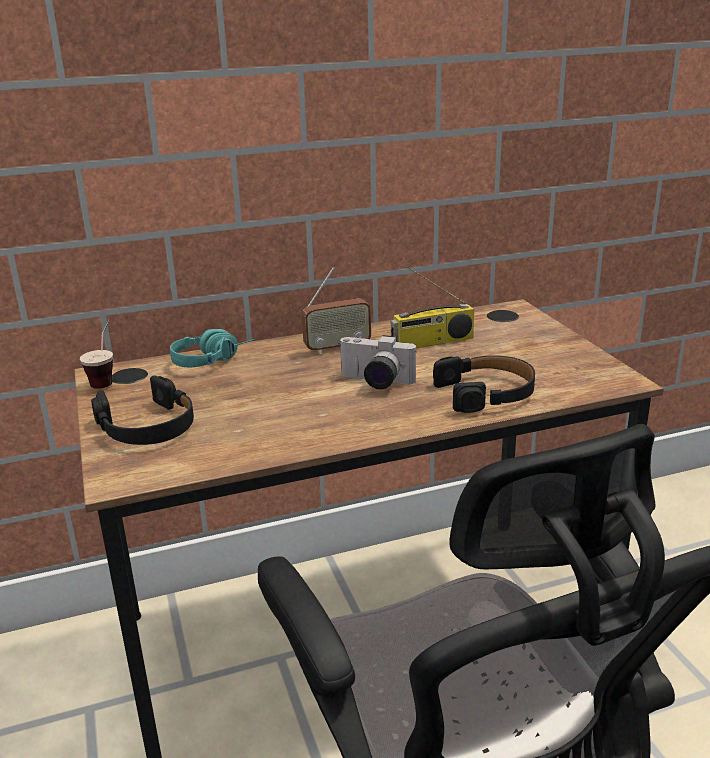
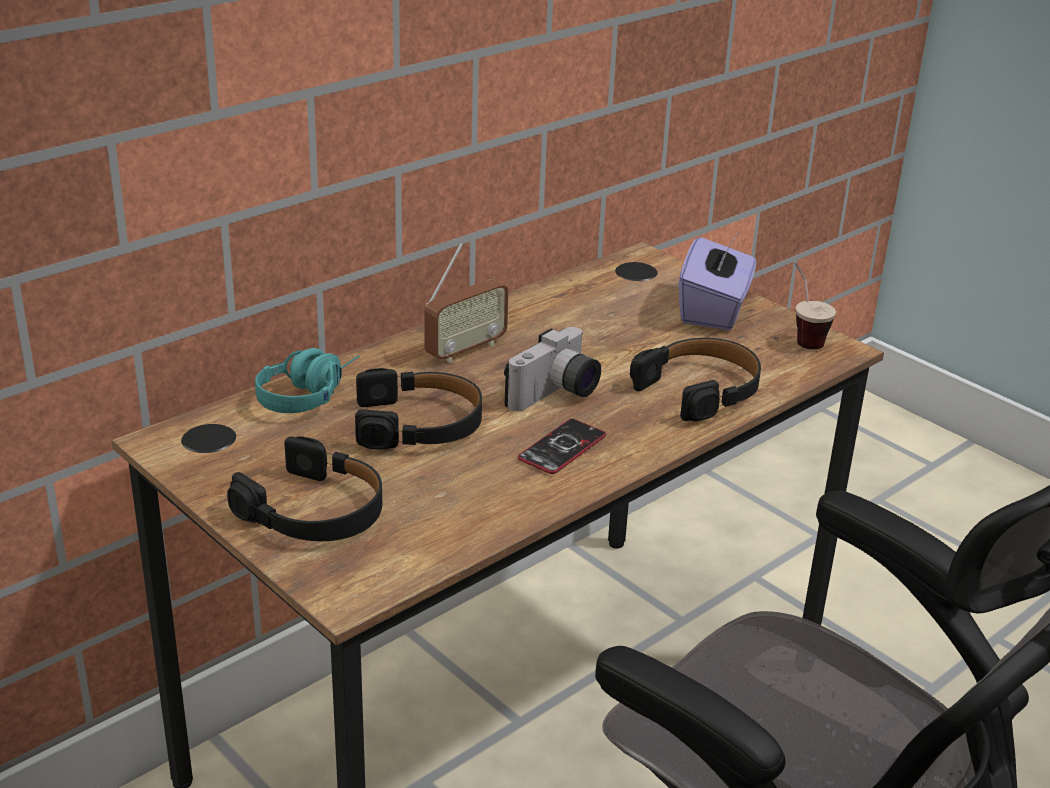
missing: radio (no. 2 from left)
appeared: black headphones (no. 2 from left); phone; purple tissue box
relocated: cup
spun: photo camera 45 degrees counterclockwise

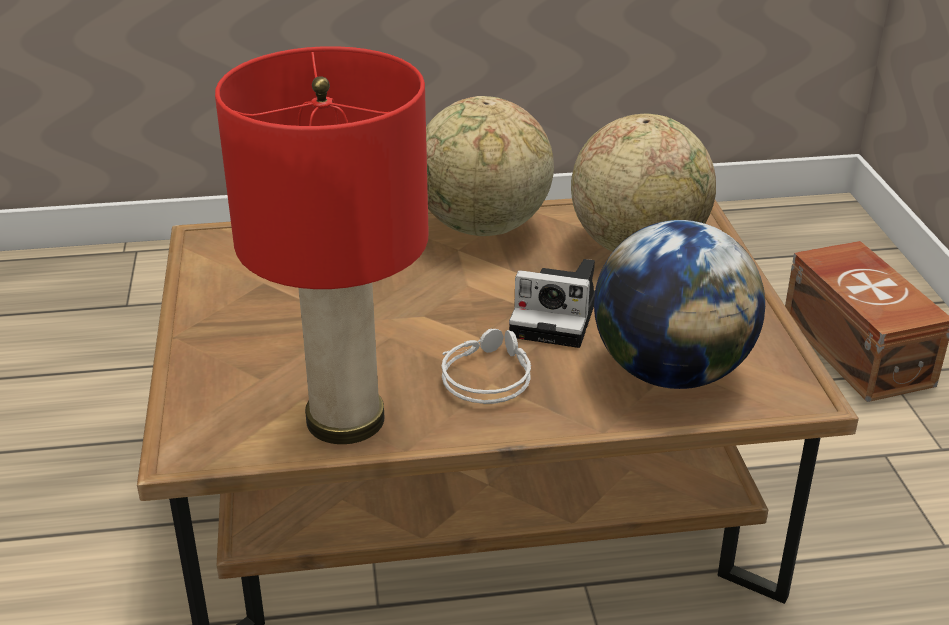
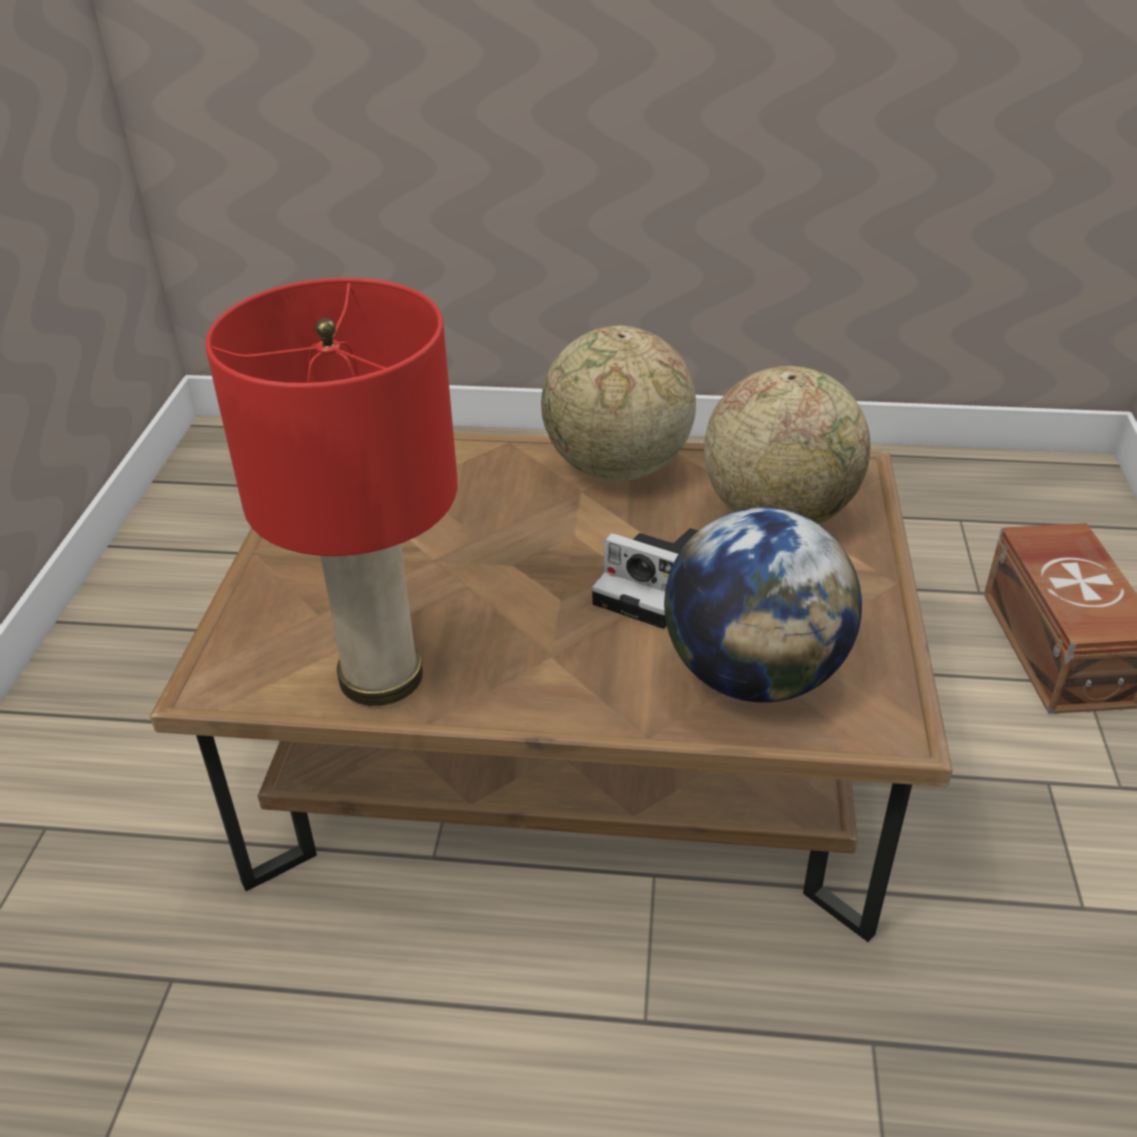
missing: grey headphones

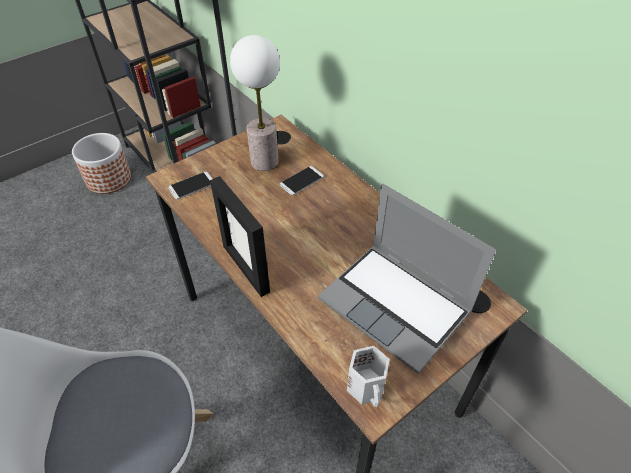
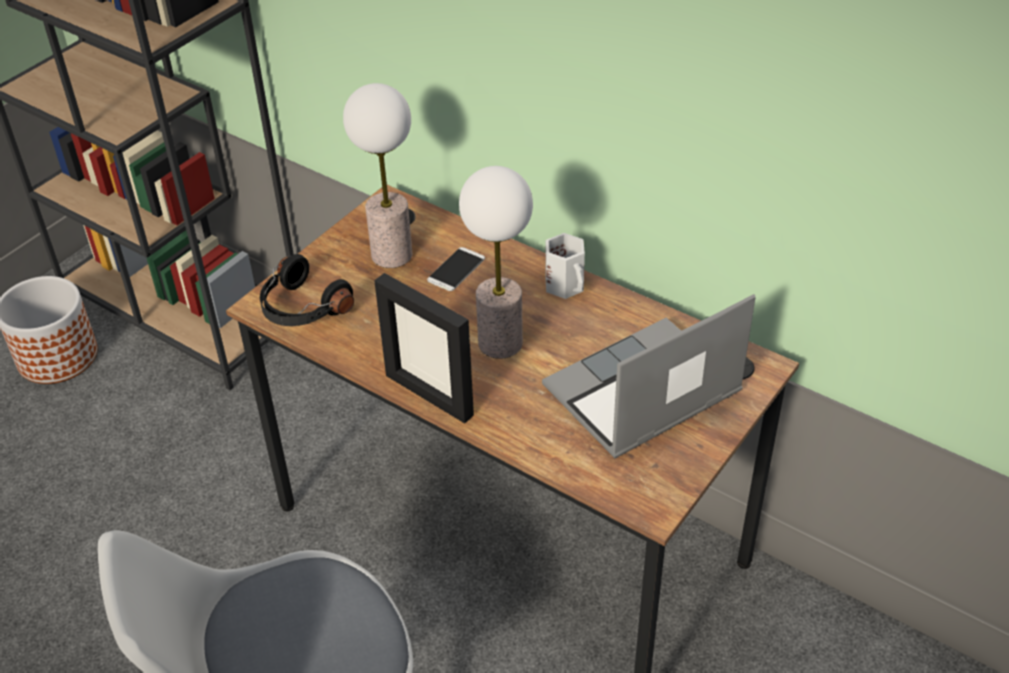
appeared: table lamp (no. 2 from left)
relocated: white mug
exchanged: phone (no. 1 from left) to black headphones
spun: laptop 120 degrees clockwise

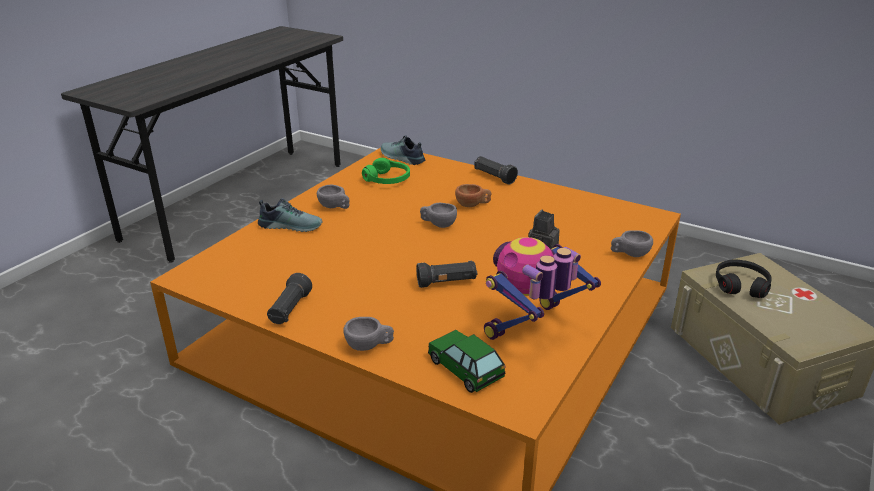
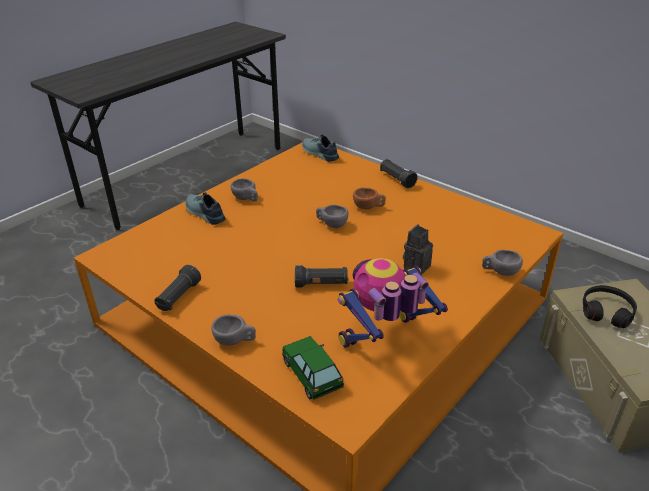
missing: green headphones
spun: shoe (no. 1 from left) 150 degrees counterclockwise

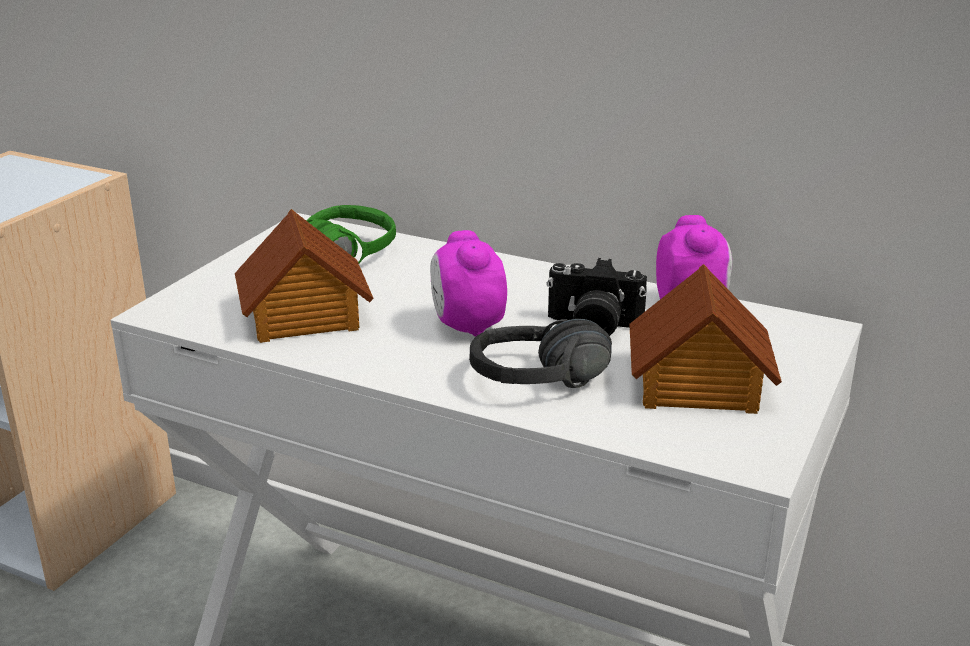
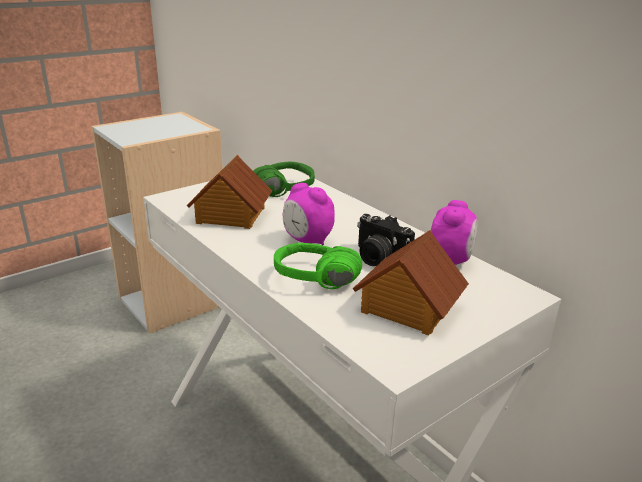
colour: black headphones to green headphones (no. 2 from left)
spun: alarm clock (no. 1 from left) 60 degrees counterclockwise

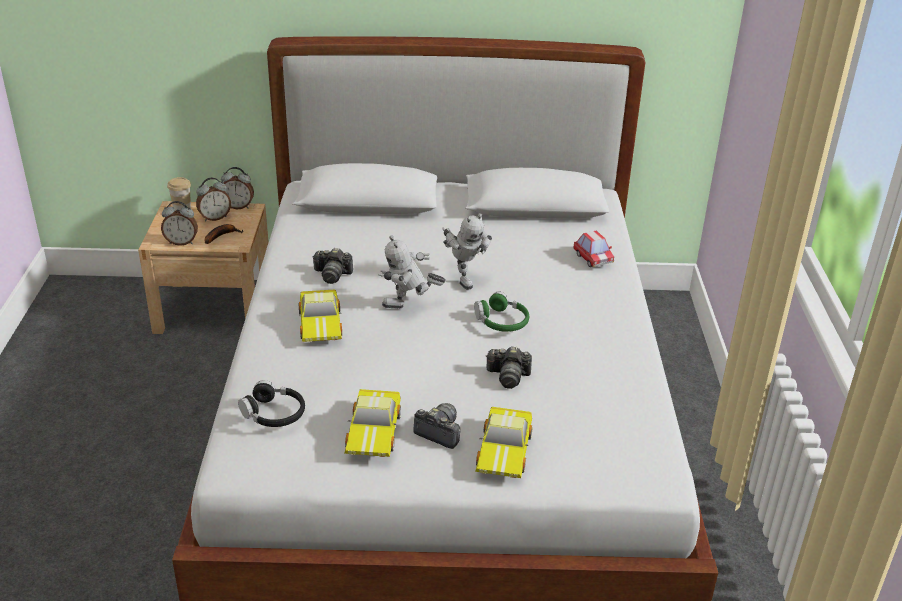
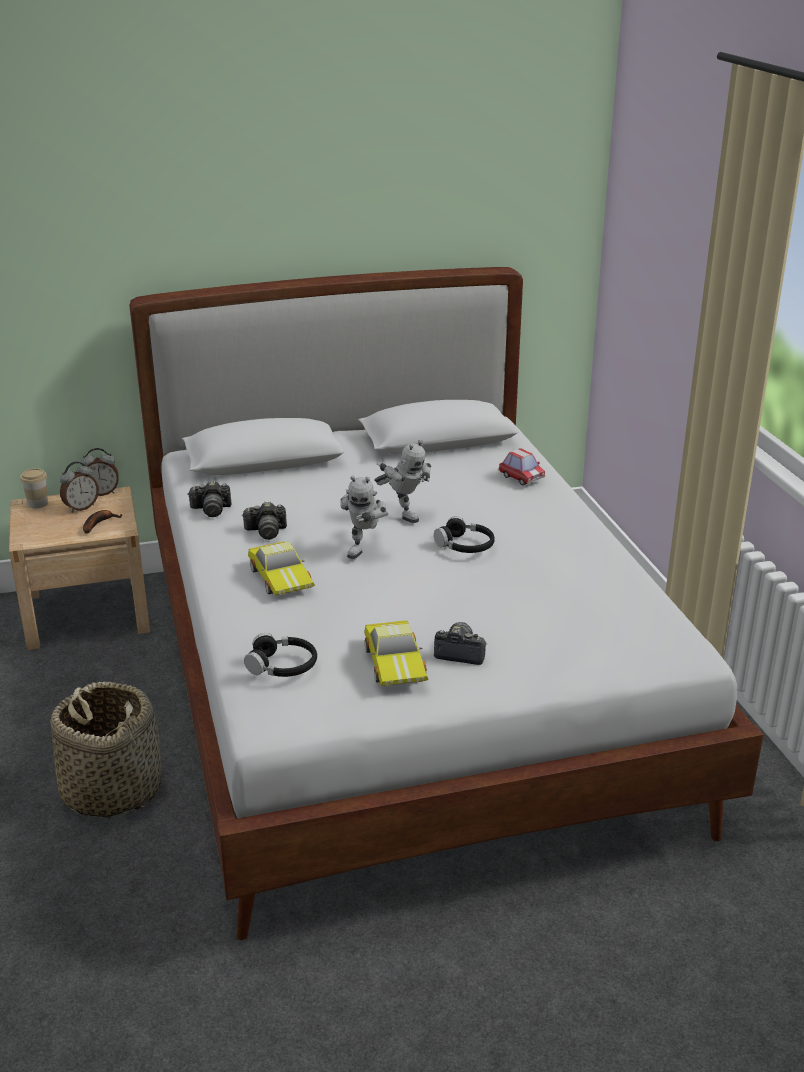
missing: alarm clock (no. 1 from left); toy car (no. 3 from left)
appeared: basket
relocated: photo camera (no. 3 from left in the first image) to photo camera (no. 1 from left)
colour: green headphones to black headphones (no. 2 from left)
spun: toy robot (no. 1 from left) 45 degrees counterclockwise

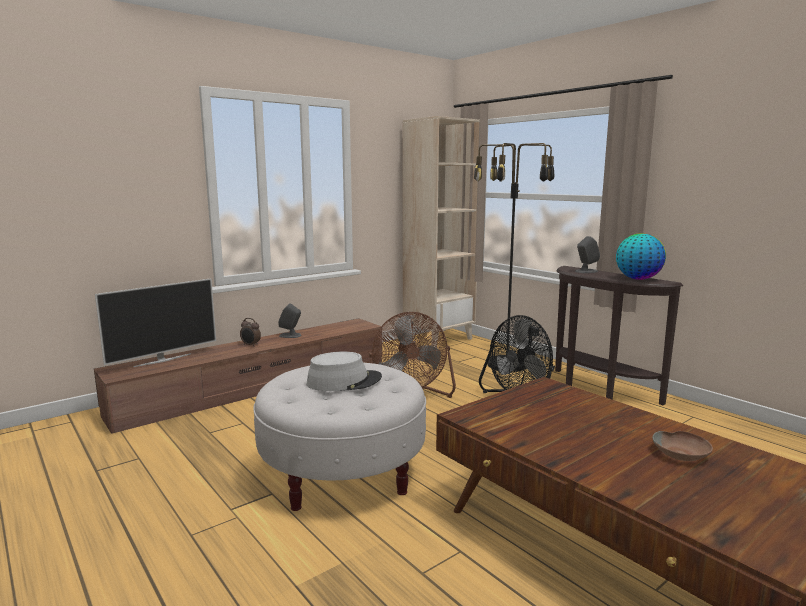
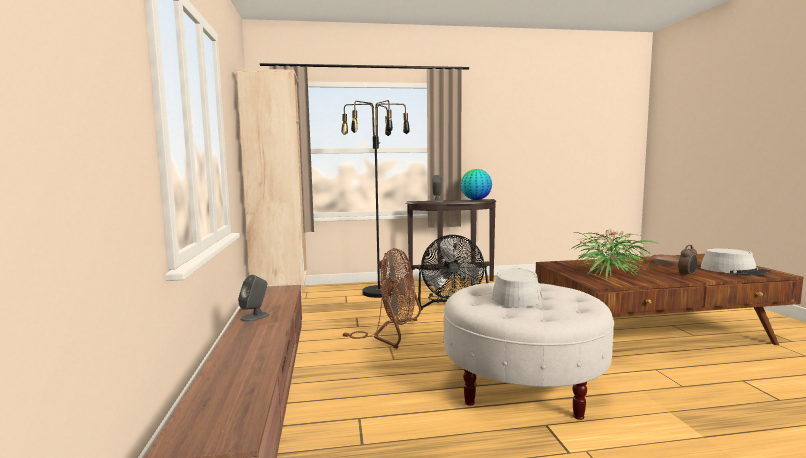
missing: television
appeared: potted plant; grey hat (no. 2 from left)
relocated: alarm clock

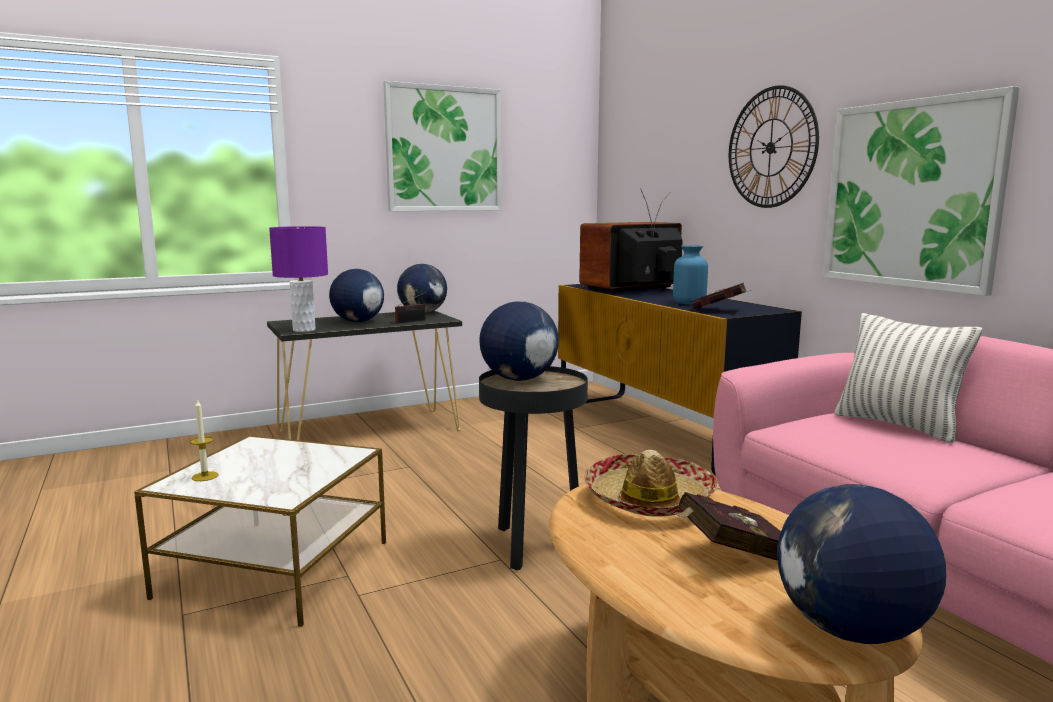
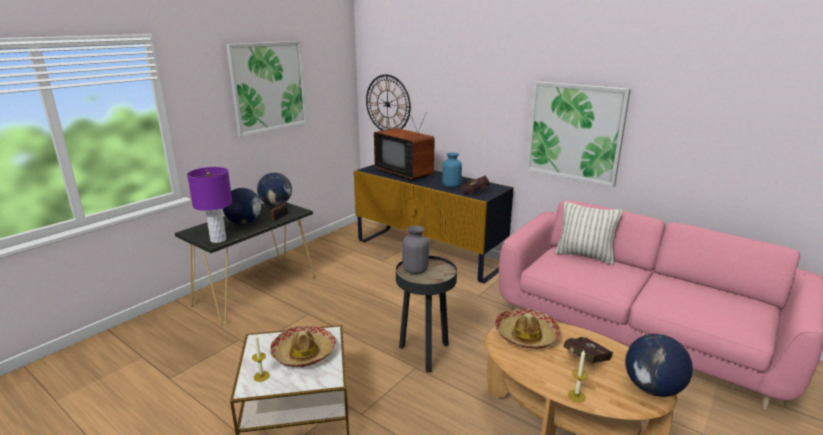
appeared: hat (no. 1 from left); candle (no. 2 from left)
relocated: wall clock
exchanged: globe (no. 3 from left) to grey vase
spun: television 75 degrees counterclockwise

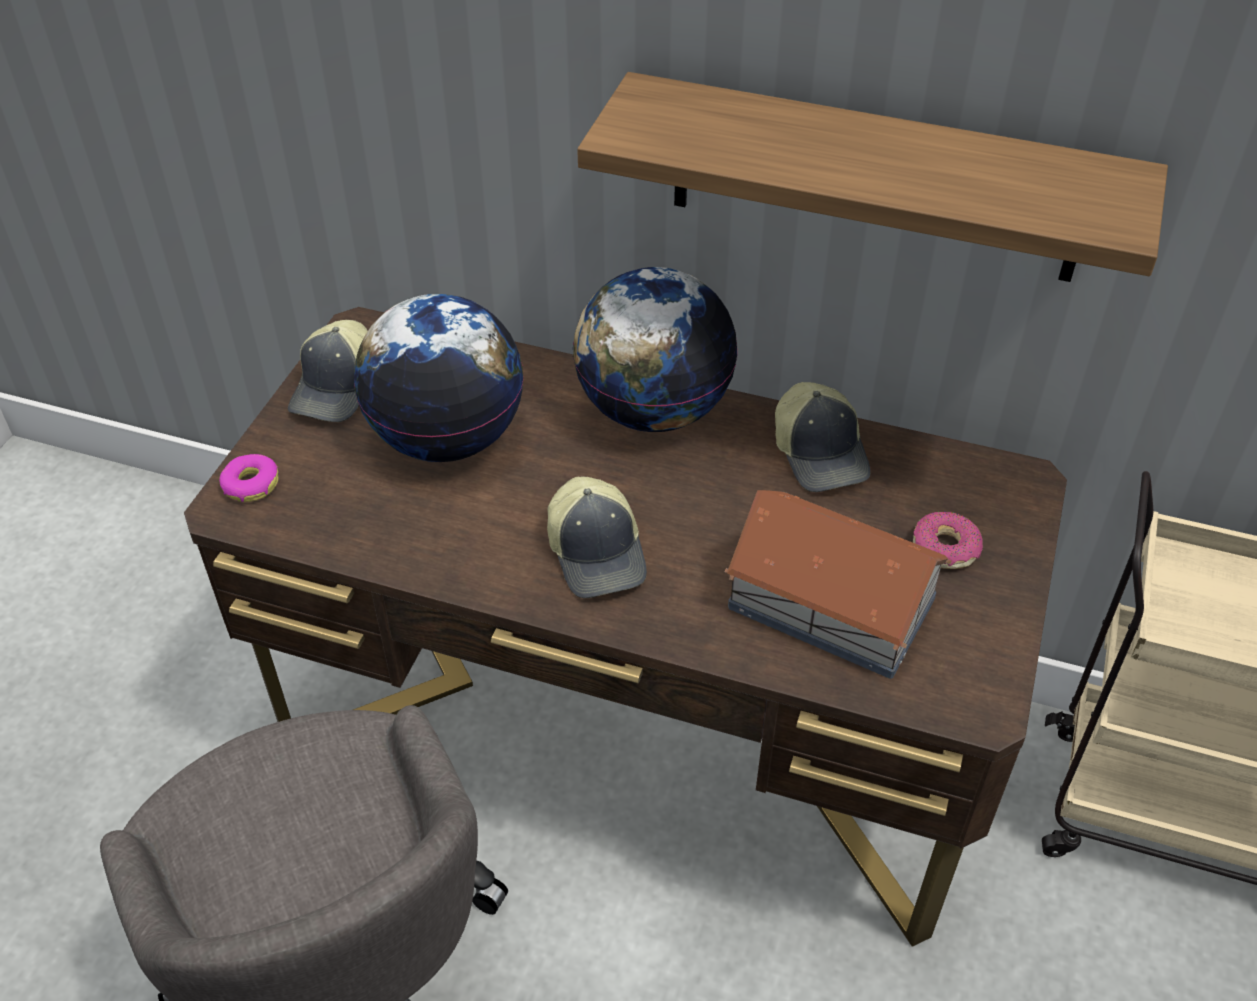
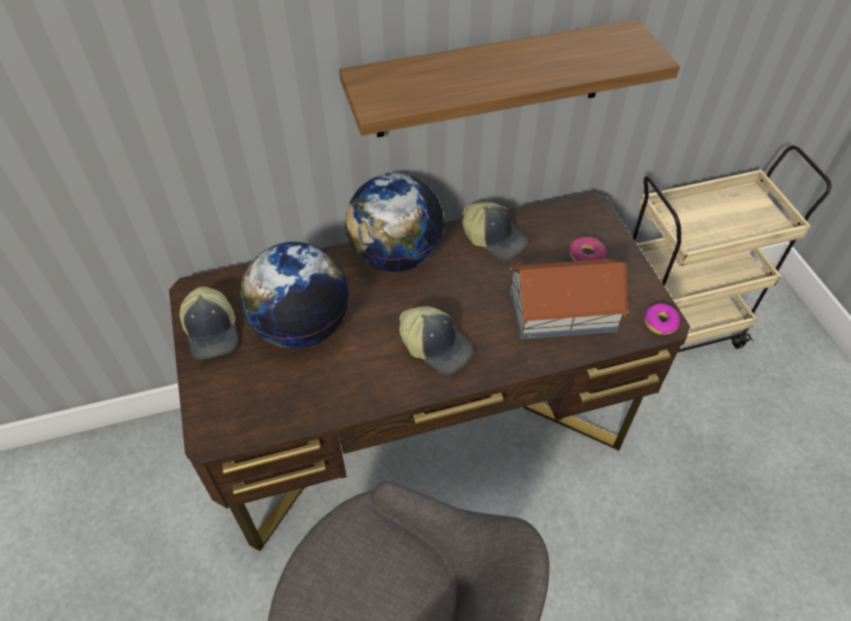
relocated: donut (no. 1 from left in the first image) to donut (no. 2 from left)

